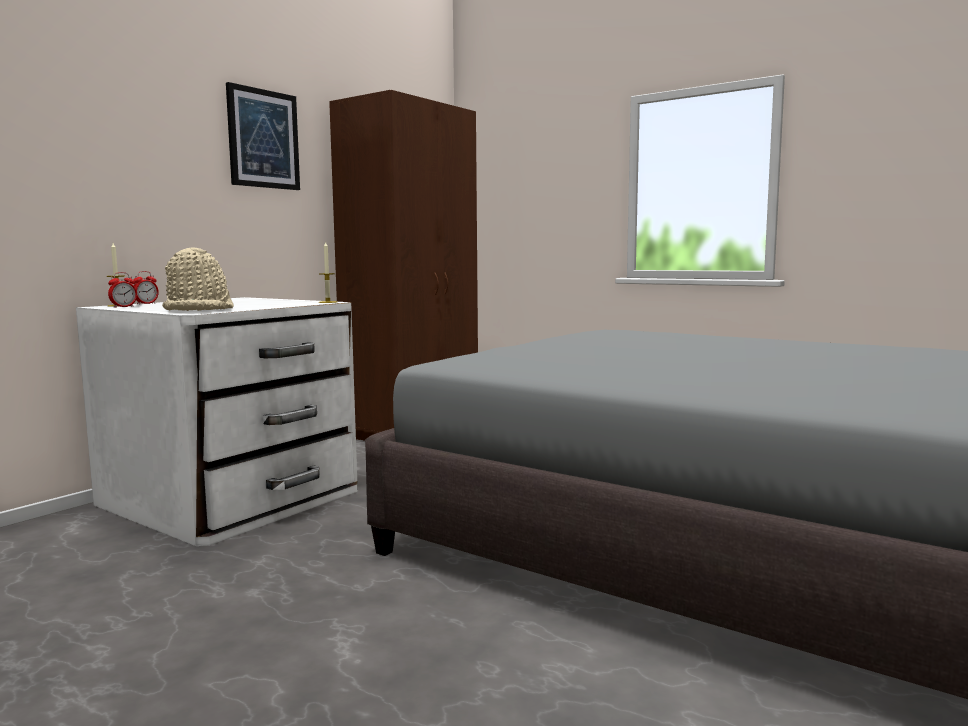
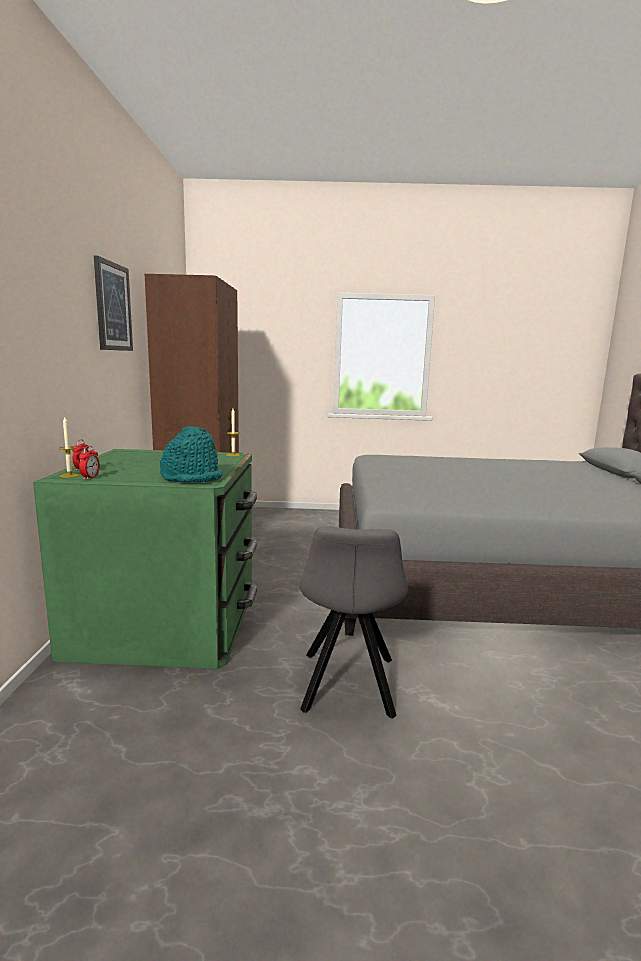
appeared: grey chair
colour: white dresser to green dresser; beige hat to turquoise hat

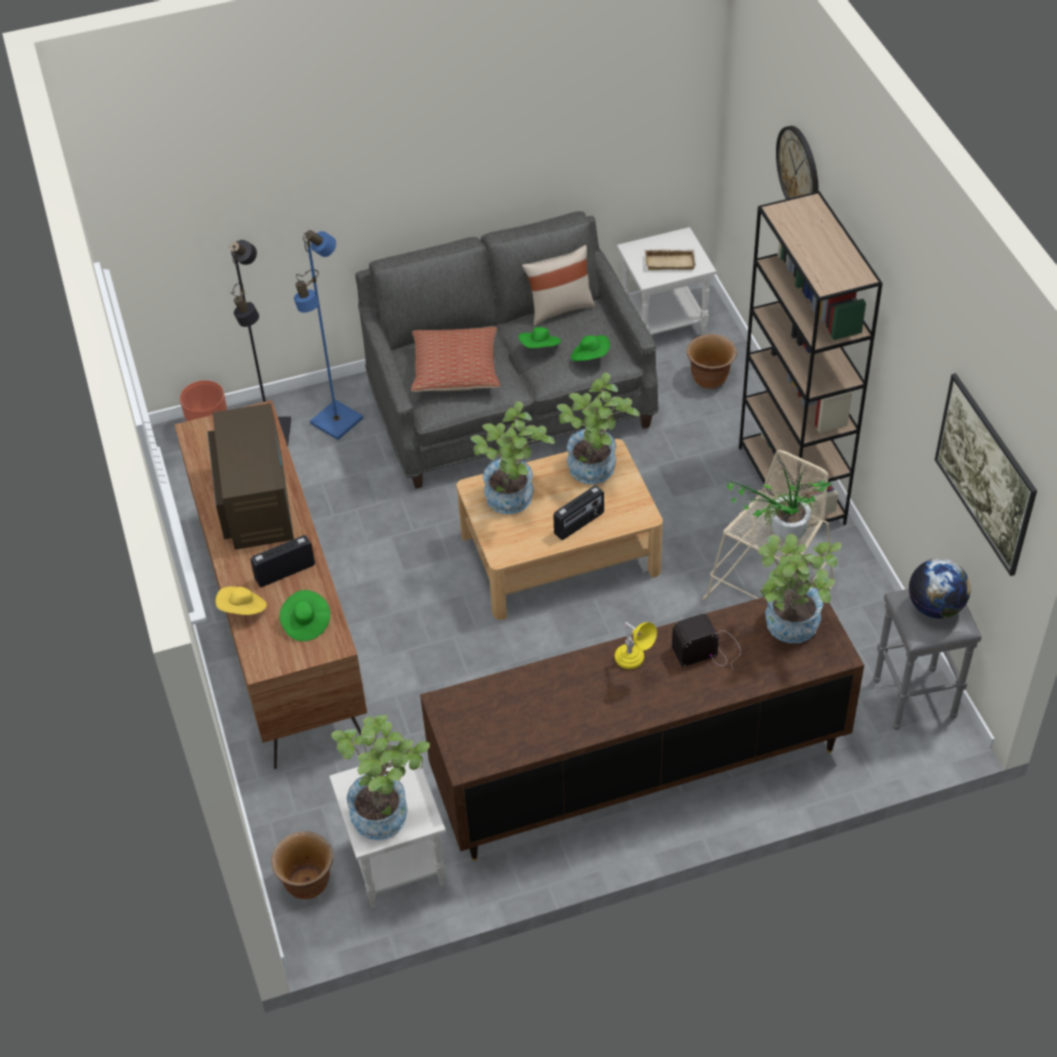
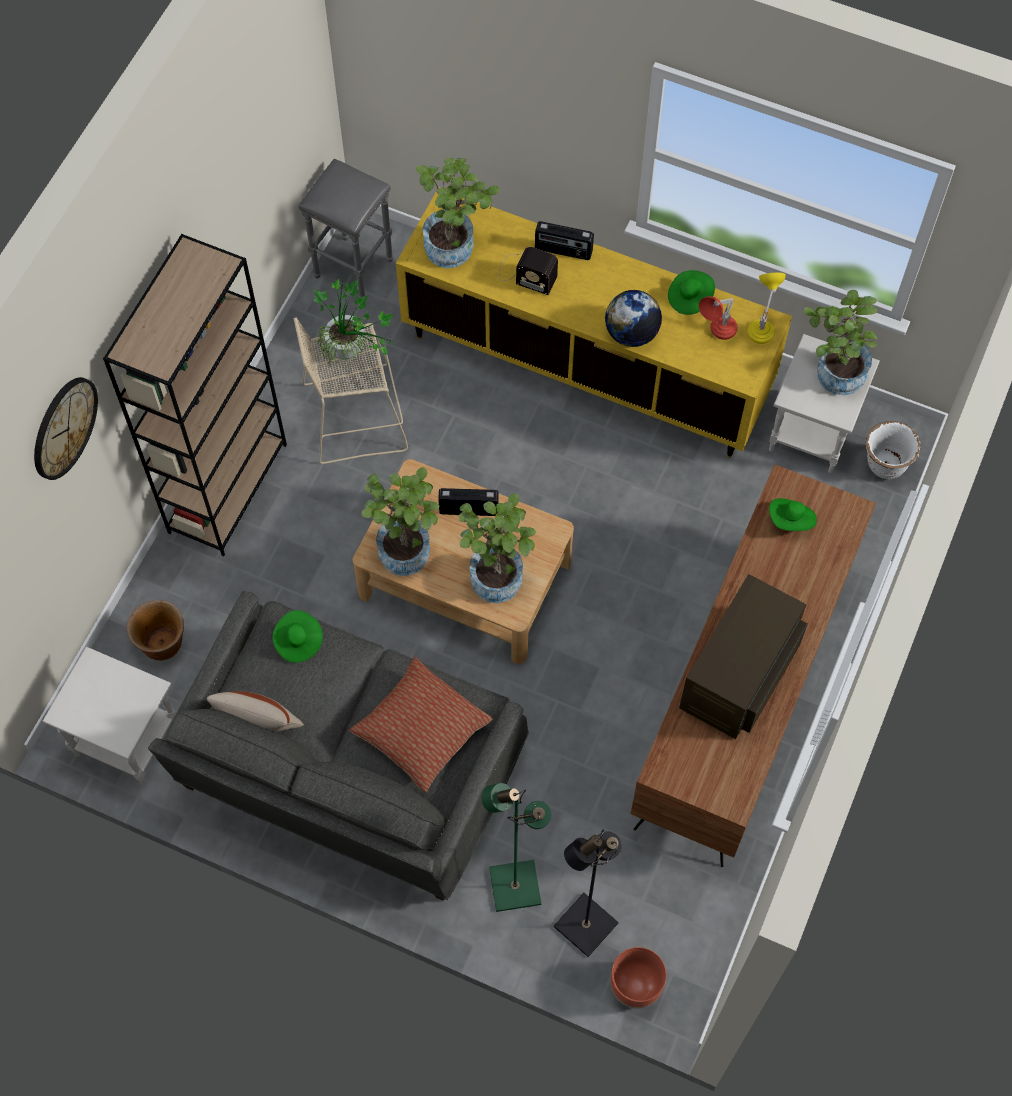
missing: yellow hat; beige tray; picture
appeared: red table lamp
relocated: radio (no. 1 from left in the first image) to radio (no. 3 from left); green hat (no. 2 from left); yellow table lamp; globe
colour: brown planter (no. 2 from left) to white planter; blue floor lamp to green floor lamp; brown cabinet to yellow cabinet

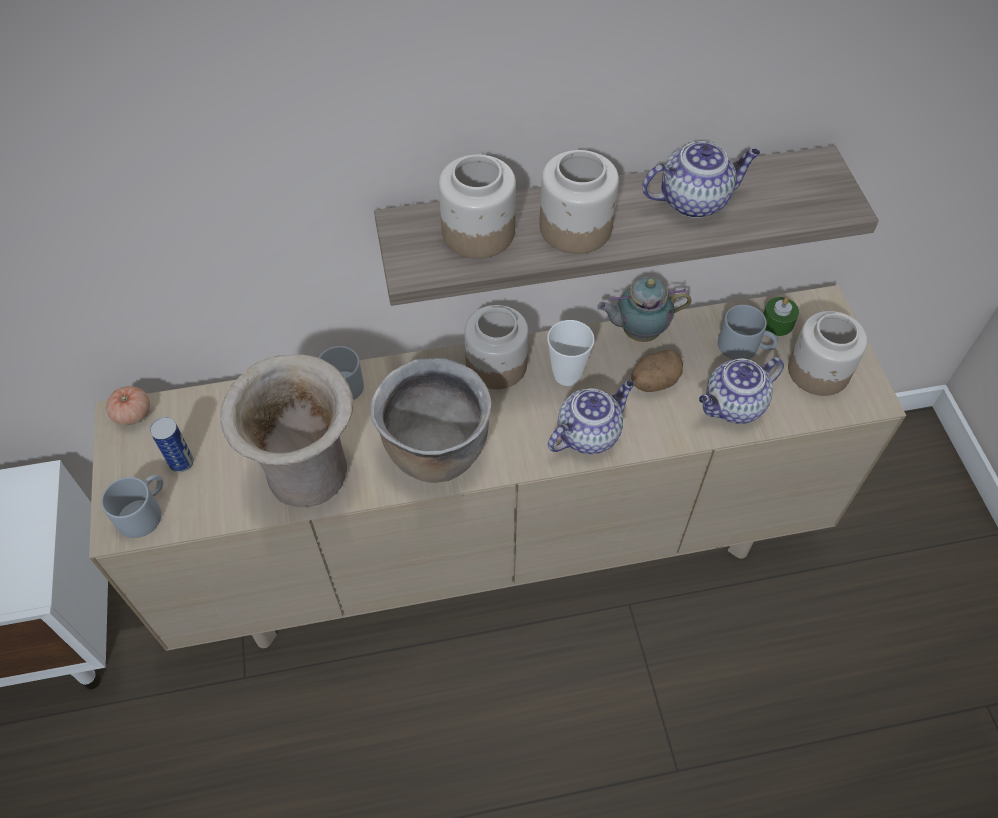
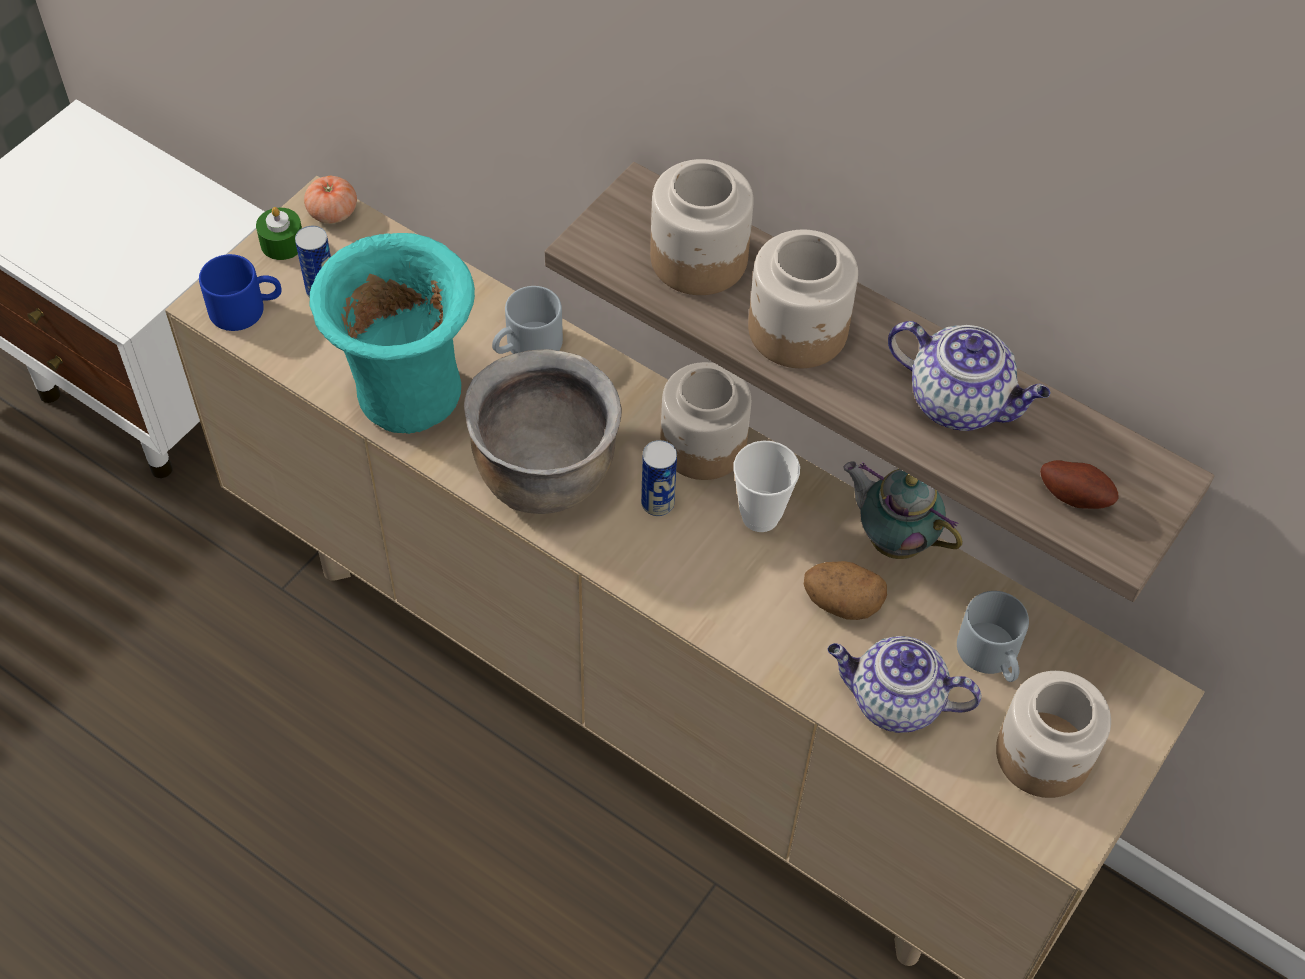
missing: teapot (no. 1 from left)
appeared: can (no. 2 from left); potato (no. 2 from left)
relocated: green candle
colour: grey mug (no. 1 from left) to blue mug; beige vase to turquoise vase

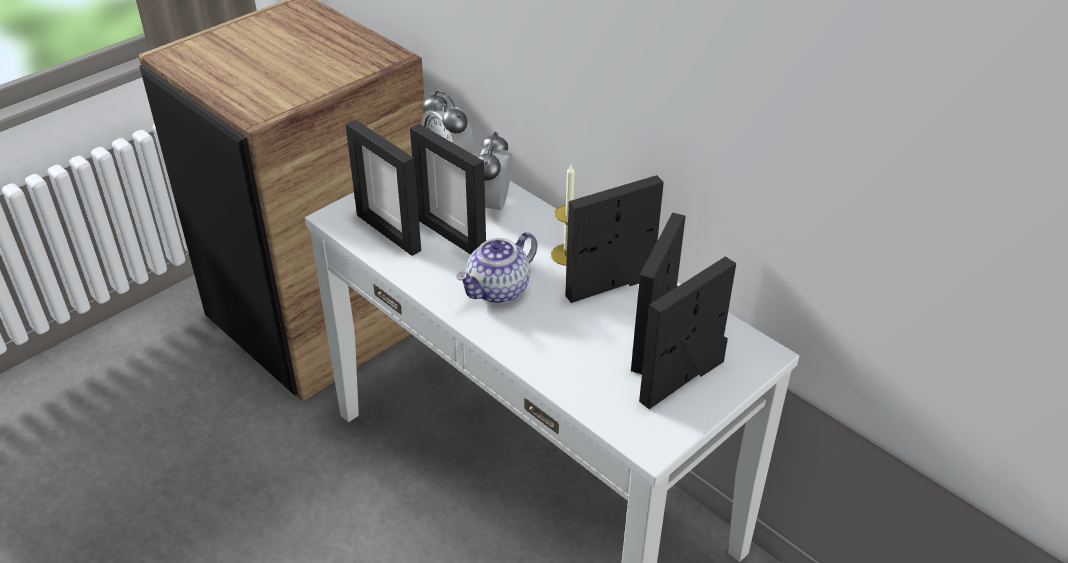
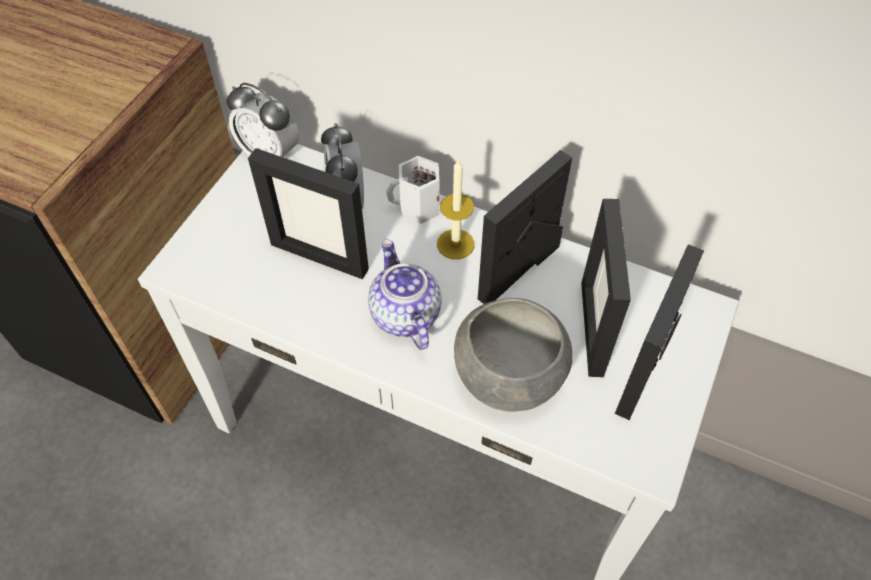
missing: picture frame (no. 1 from left)
appeared: white mug; grey bowl
spun: teapot 135 degrees clockwise

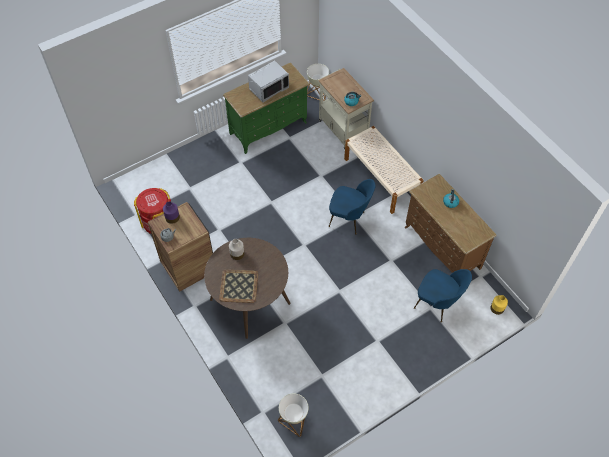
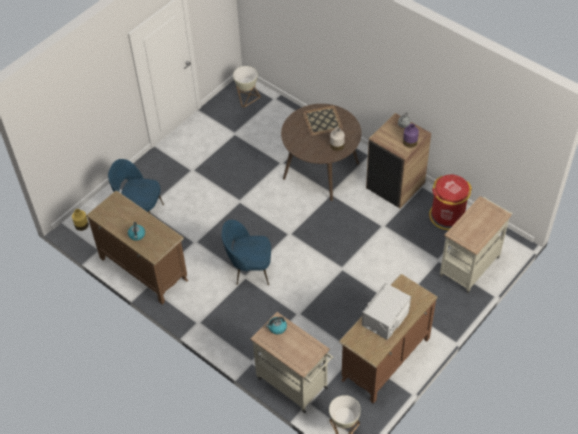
missing: beige bench
appeared: beige cart (no. 2 from left)
colour: green dresser to brown dresser (no. 2 from left)

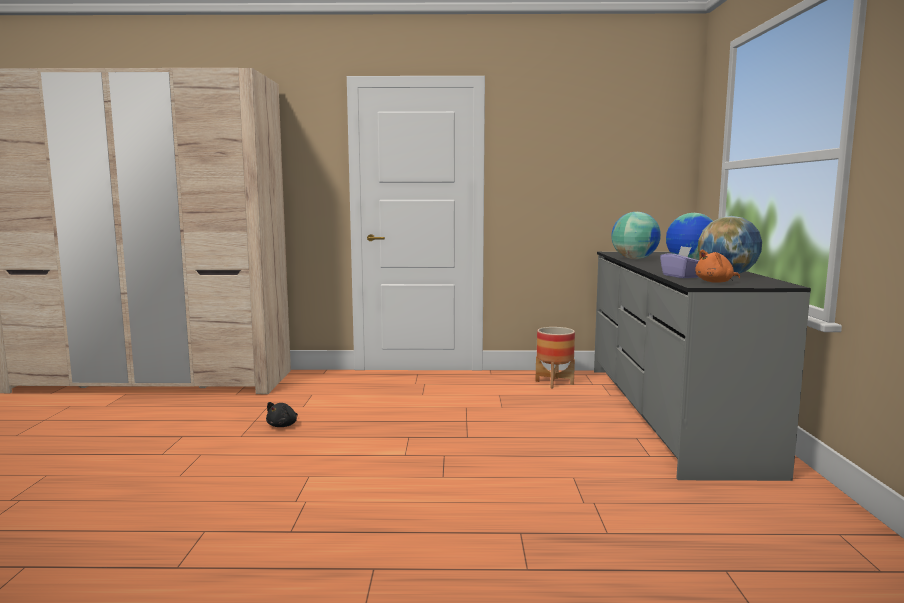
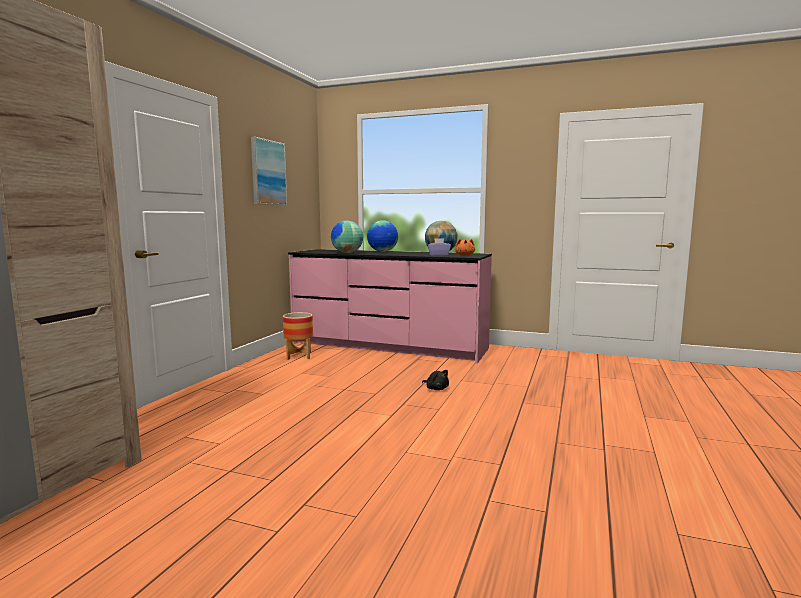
appeared: picture
relocated: black plush toy
colour: grey dresser to pink dresser

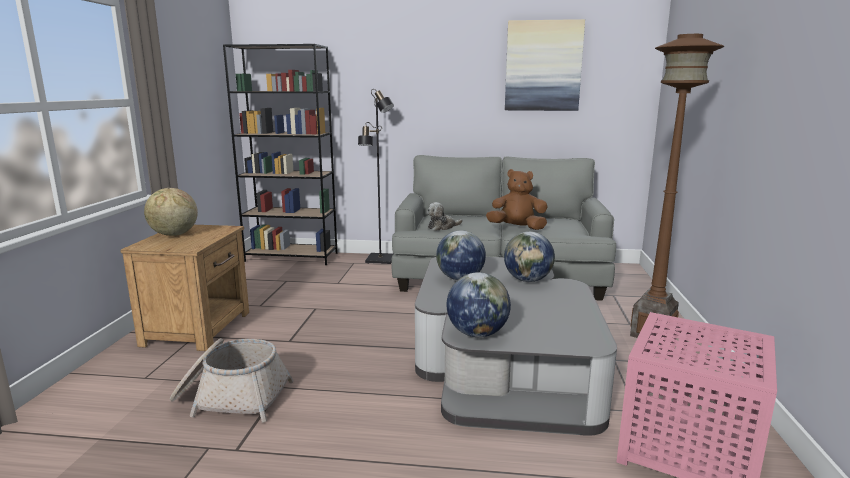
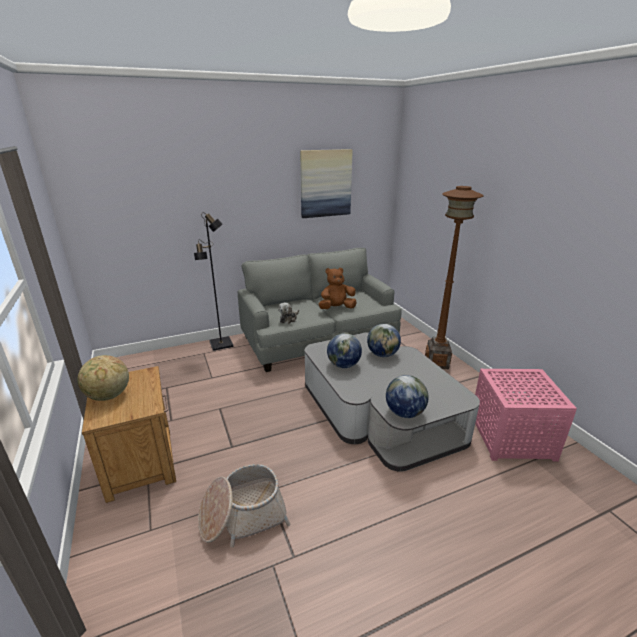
missing: beige bookcase

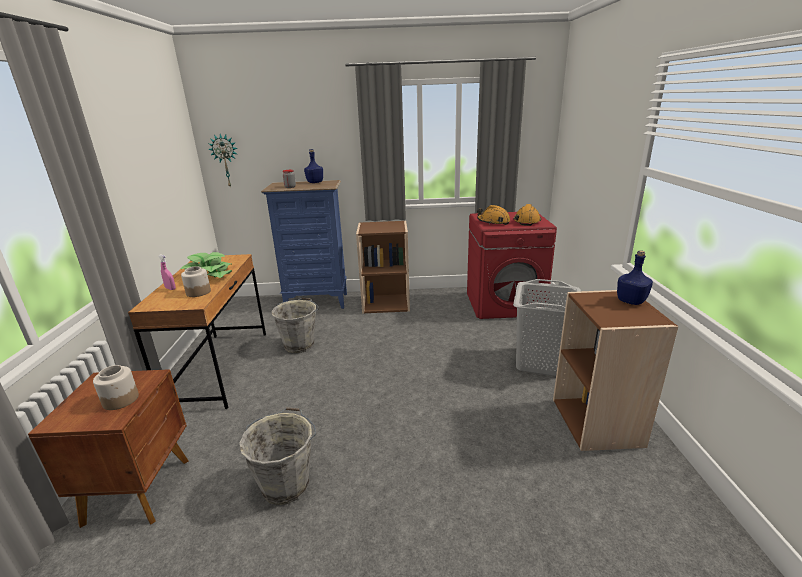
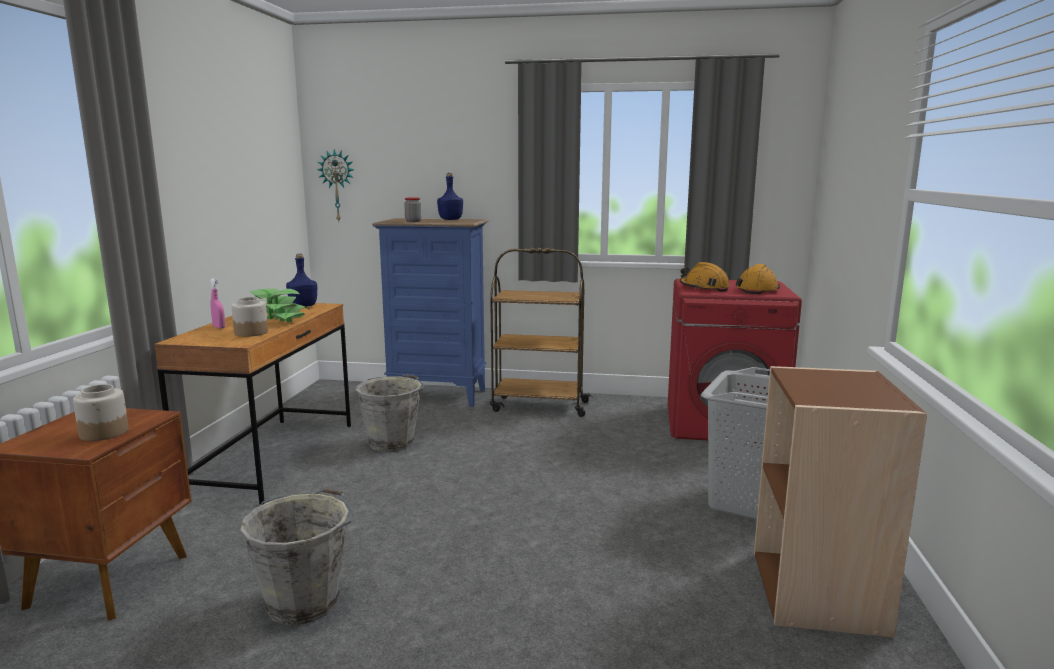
relocated: blue bottle (no. 2 from left in the first image) to blue bottle (no. 1 from left)
exchanged: brown bookcase (no. 1 from left) to brown cart

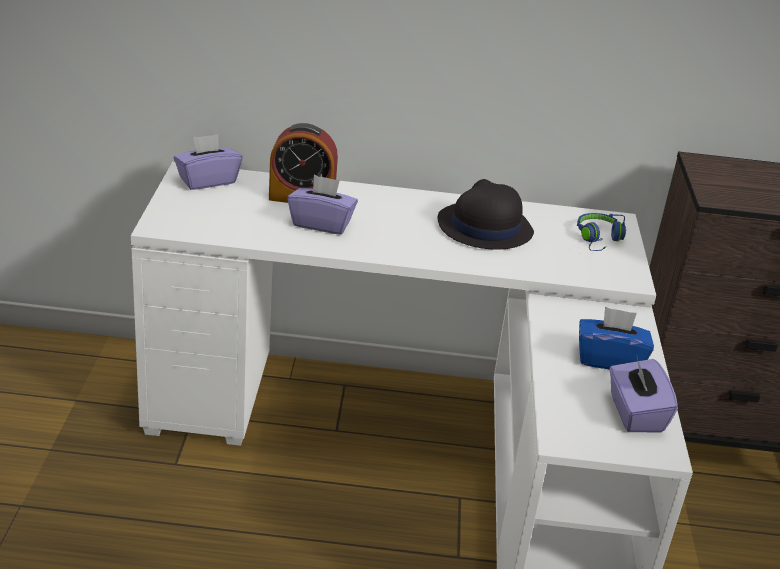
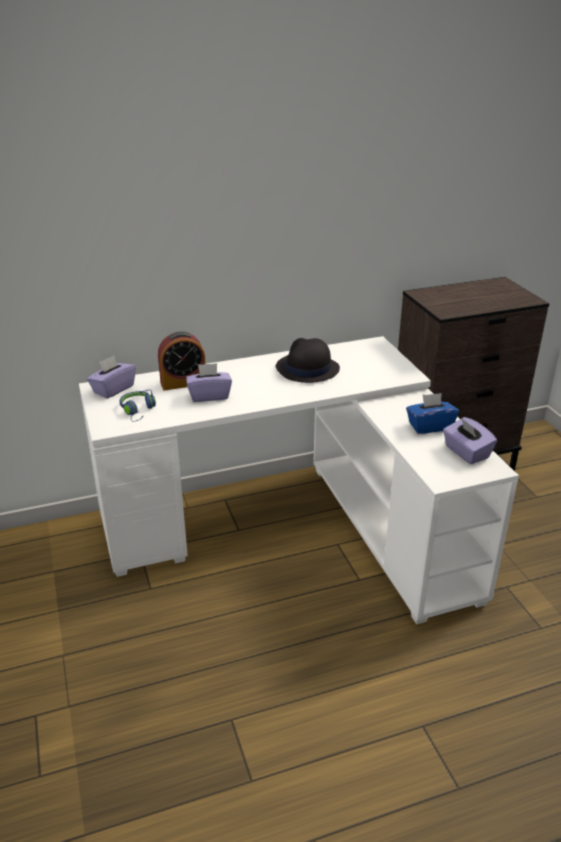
relocated: blue headphones

